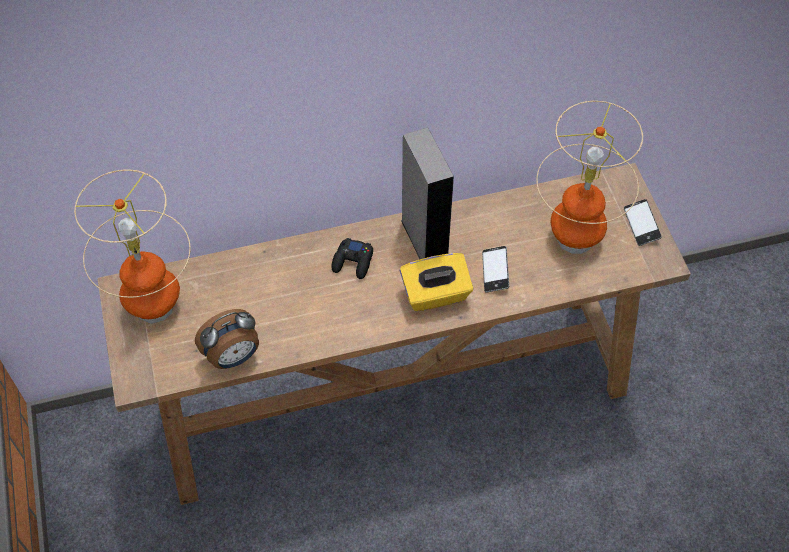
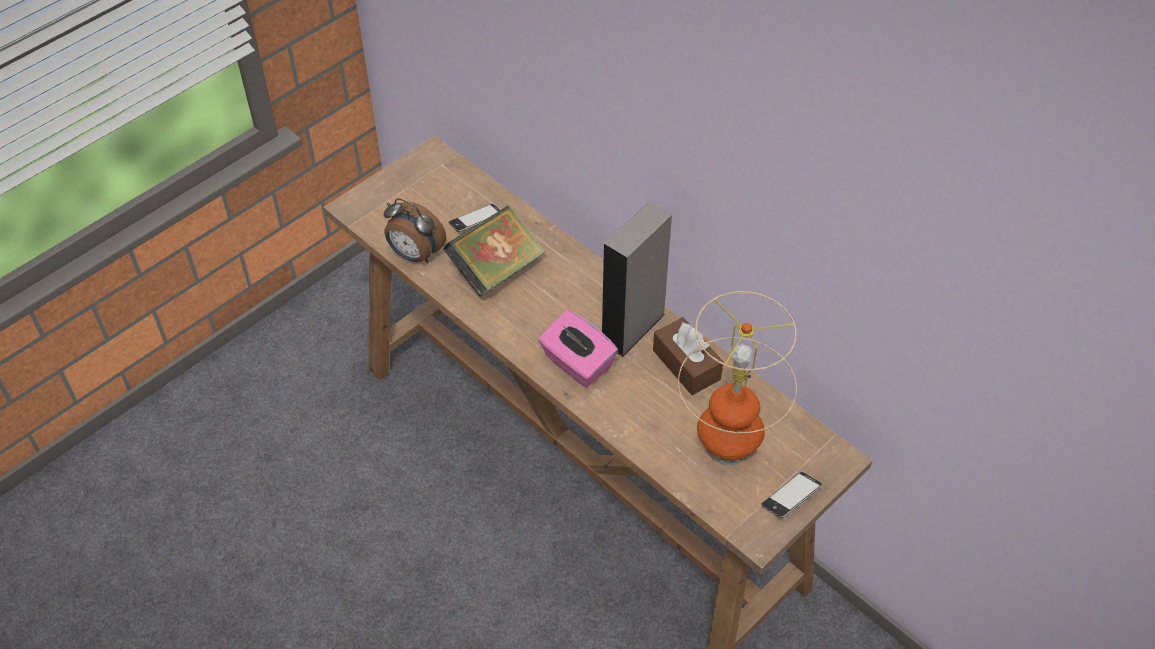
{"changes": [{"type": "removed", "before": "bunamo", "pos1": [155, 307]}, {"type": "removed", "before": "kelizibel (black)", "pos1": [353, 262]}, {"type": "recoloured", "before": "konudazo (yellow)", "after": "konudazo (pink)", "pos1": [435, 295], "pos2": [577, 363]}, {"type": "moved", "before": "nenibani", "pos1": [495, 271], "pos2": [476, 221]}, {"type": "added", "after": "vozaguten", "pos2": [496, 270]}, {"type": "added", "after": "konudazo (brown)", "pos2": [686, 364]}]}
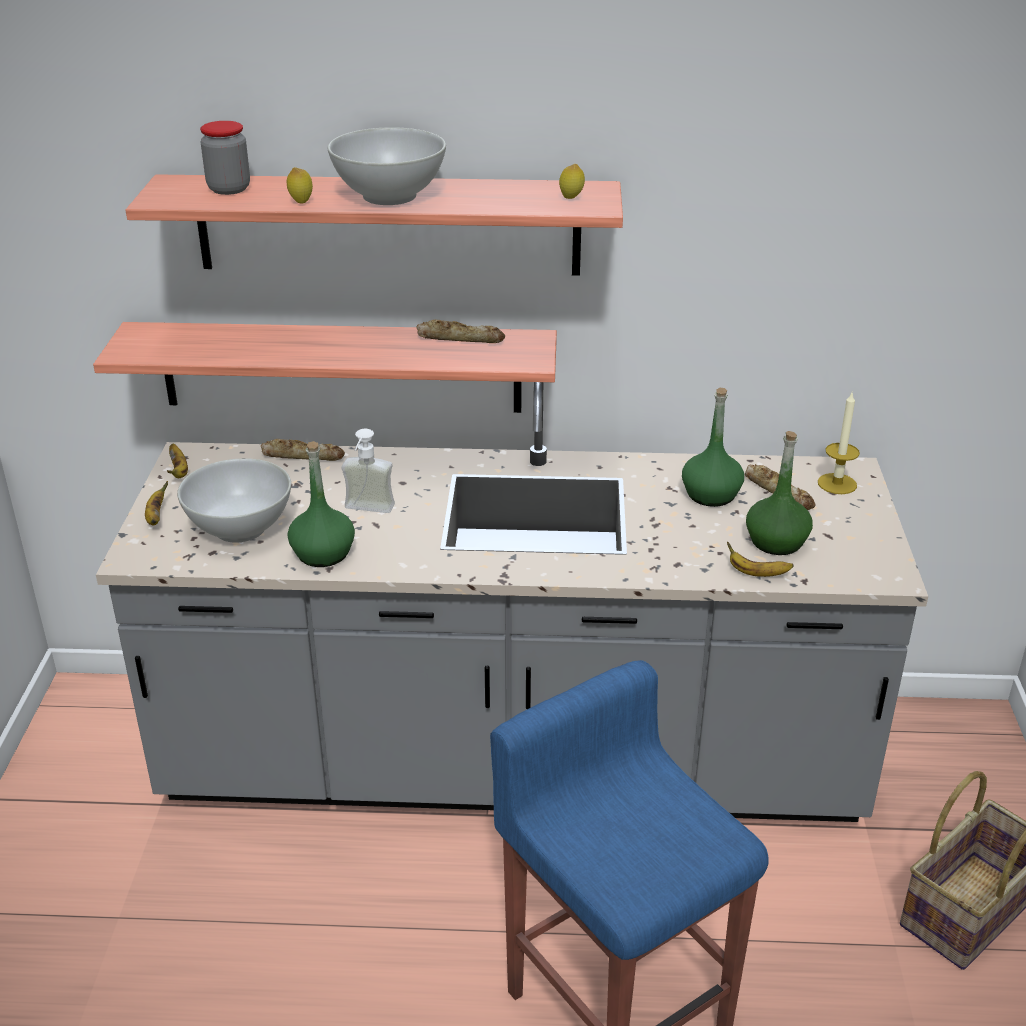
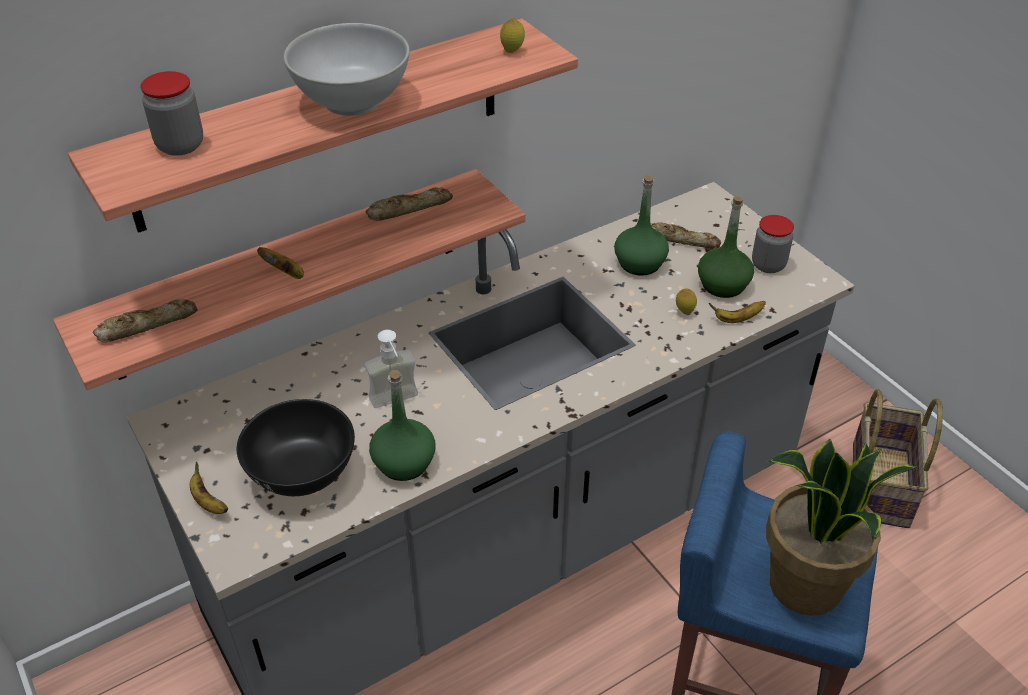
{"changes": [{"type": "moved", "before": "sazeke", "pos1": [179, 471], "pos2": [285, 272]}, {"type": "recoloured", "before": "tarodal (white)", "after": "tarodal (black)", "pos1": [241, 528], "pos2": [303, 474]}, {"type": "moved", "before": "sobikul", "pos1": [303, 456], "pos2": [147, 325]}, {"type": "moved", "before": "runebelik", "pos1": [301, 202], "pos2": [684, 312]}, {"type": "removed", "before": "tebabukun", "pos1": [837, 484]}, {"type": "added", "after": "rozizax", "pos2": [768, 265]}, {"type": "added", "after": "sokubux", "pos2": [805, 587]}]}
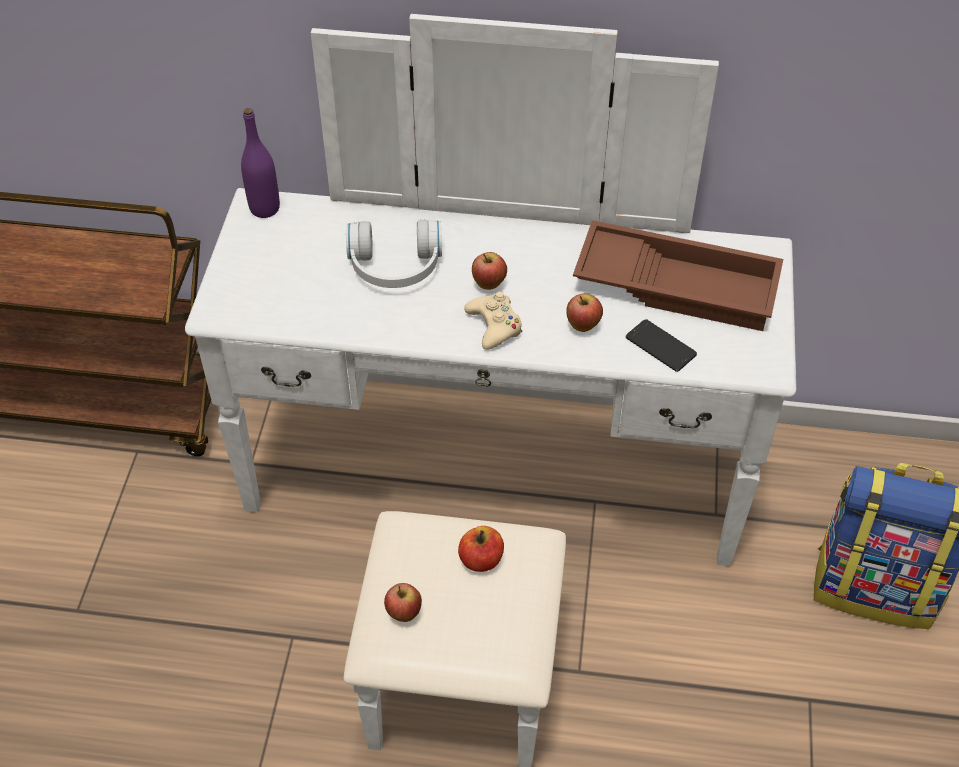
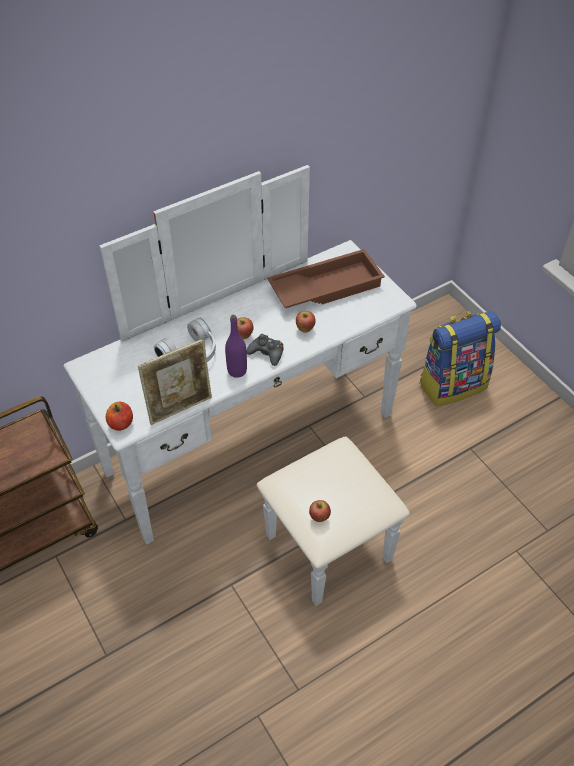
{"changes": [{"type": "moved", "before": "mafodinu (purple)", "pos1": [264, 208], "pos2": [237, 371]}, {"type": "moved", "before": "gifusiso", "pos1": [481, 559], "pos2": [121, 423]}, {"type": "recoloured", "before": "kelizibel (beige)", "after": "kelizibel (black)", "pos1": [494, 326], "pos2": [266, 353]}, {"type": "removed", "before": "nenibani", "pos1": [660, 346]}, {"type": "added", "after": "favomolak", "pos2": [180, 408]}]}
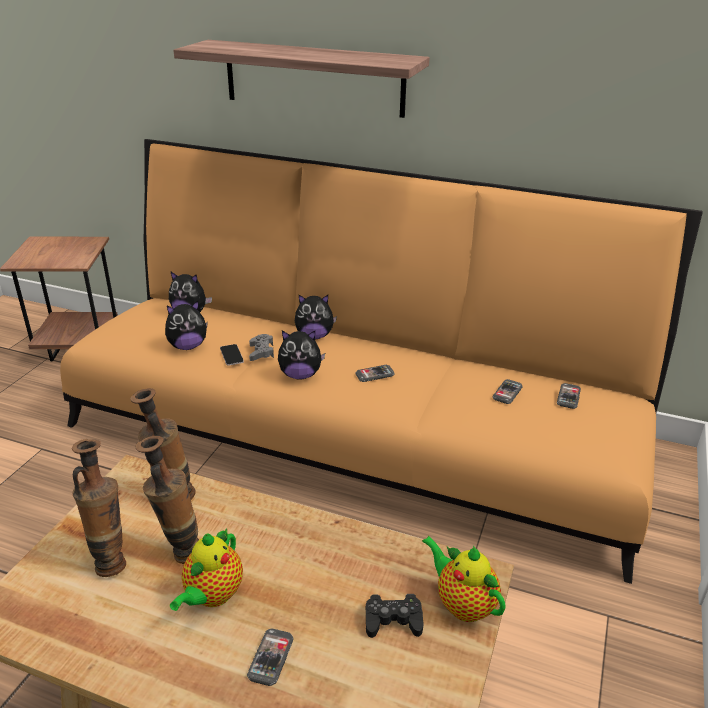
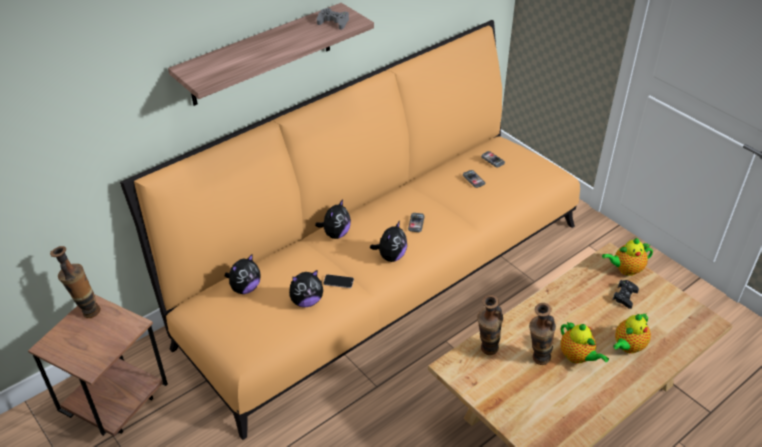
{"changes": [{"type": "moved", "before": "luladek", "pos1": [111, 560], "pos2": [86, 311]}, {"type": "turned", "before": "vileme", "pos1": [188, 346], "pos2": [306, 301], "turn": 60}, {"type": "replaced", "before": "nenibani", "after": "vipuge", "pos1": [271, 658], "pos2": [628, 347]}, {"type": "moved", "before": "kelizibel (grey)", "pos1": [261, 352], "pos2": [333, 22]}]}
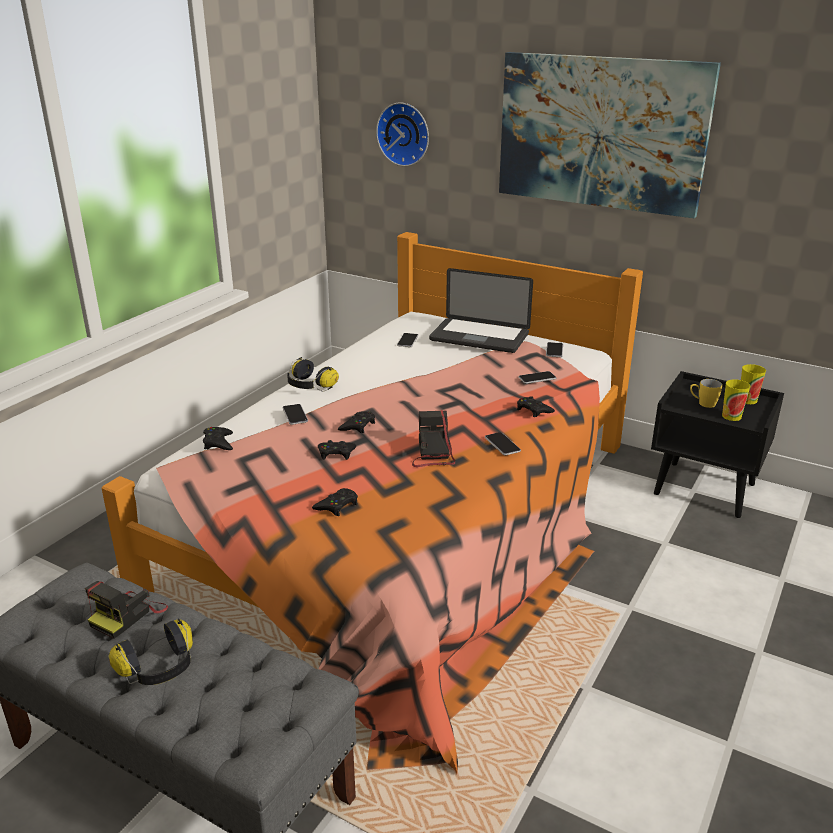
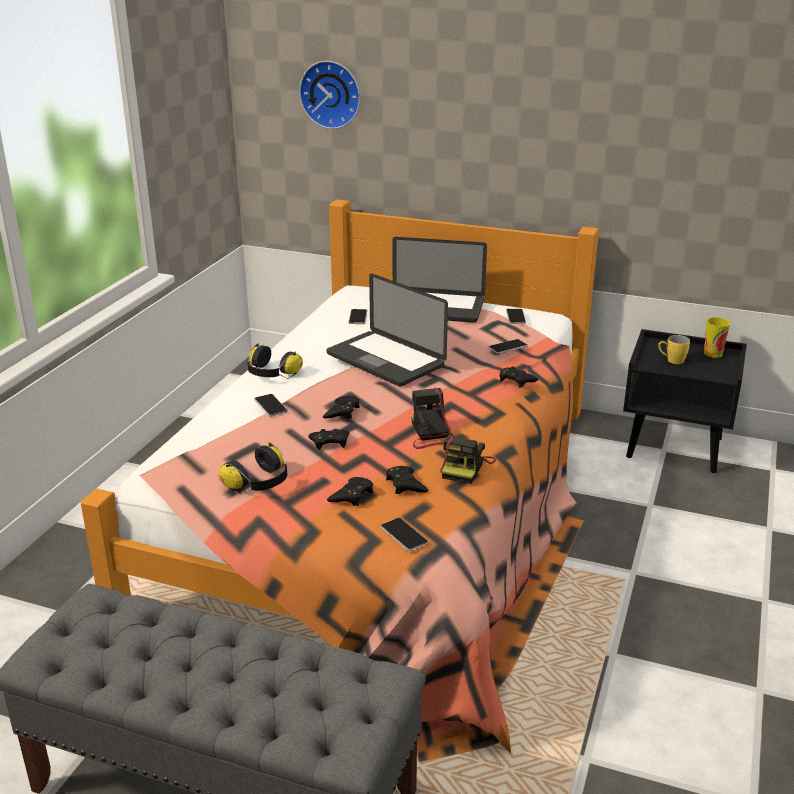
{"changes": [{"type": "moved", "before": "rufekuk", "pos1": [128, 615], "pos2": [466, 467]}, {"type": "moved", "before": "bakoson", "pos1": [160, 668], "pos2": [259, 483]}, {"type": "moved", "before": "kelizibel (black)", "pos1": [218, 443], "pos2": [405, 484]}, {"type": "moved", "before": "nenibani", "pos1": [502, 444], "pos2": [404, 535]}, {"type": "removed", "before": "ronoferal", "pos1": [601, 132]}, {"type": "removed", "before": "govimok", "pos1": [731, 416]}, {"type": "added", "after": "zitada", "pos2": [385, 360]}]}
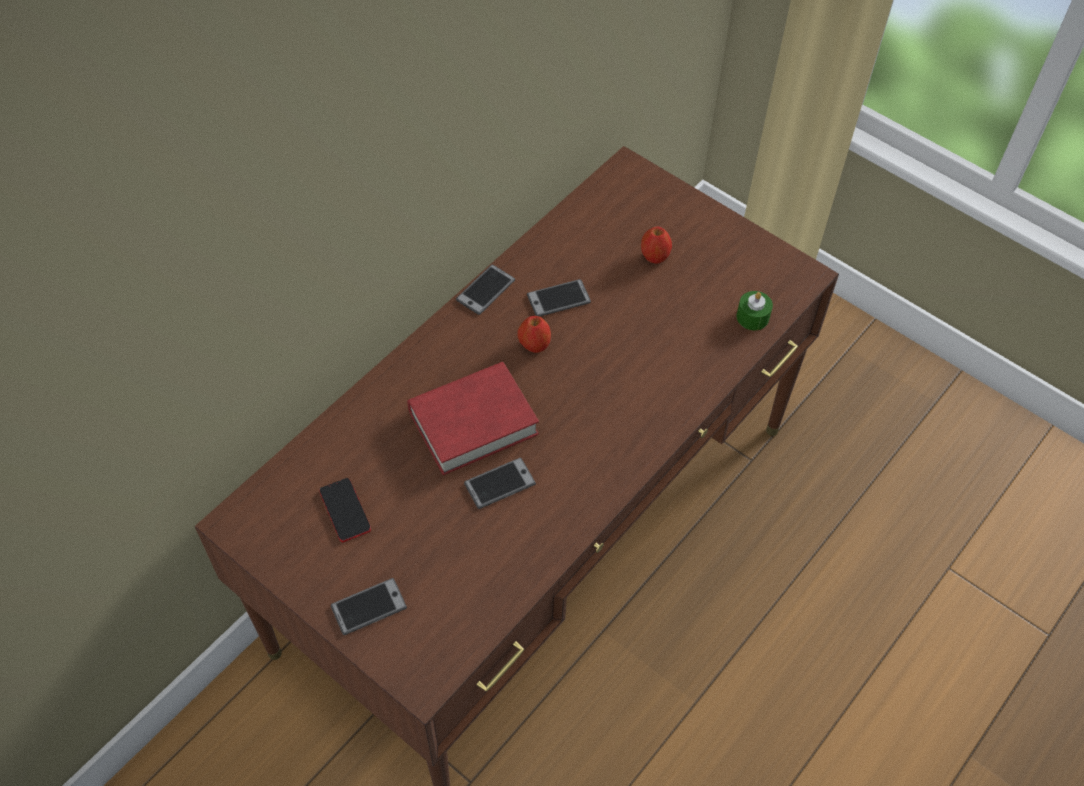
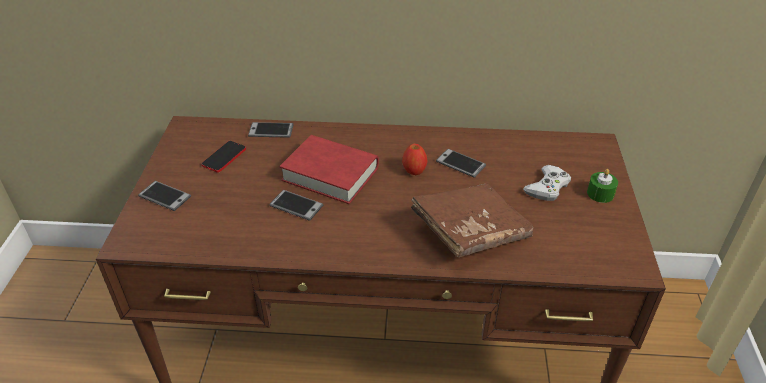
{"changes": [{"type": "moved", "before": "nenibani", "pos1": [485, 290], "pos2": [271, 130]}, {"type": "replaced", "before": "gifusiso", "after": "kelizibel (white)", "pos1": [654, 256], "pos2": [547, 187]}, {"type": "moved", "before": "tebabukun (green)", "pos1": [752, 317], "pos2": [600, 193]}, {"type": "added", "after": "vozaguten (brown)", "pos2": [470, 232]}]}
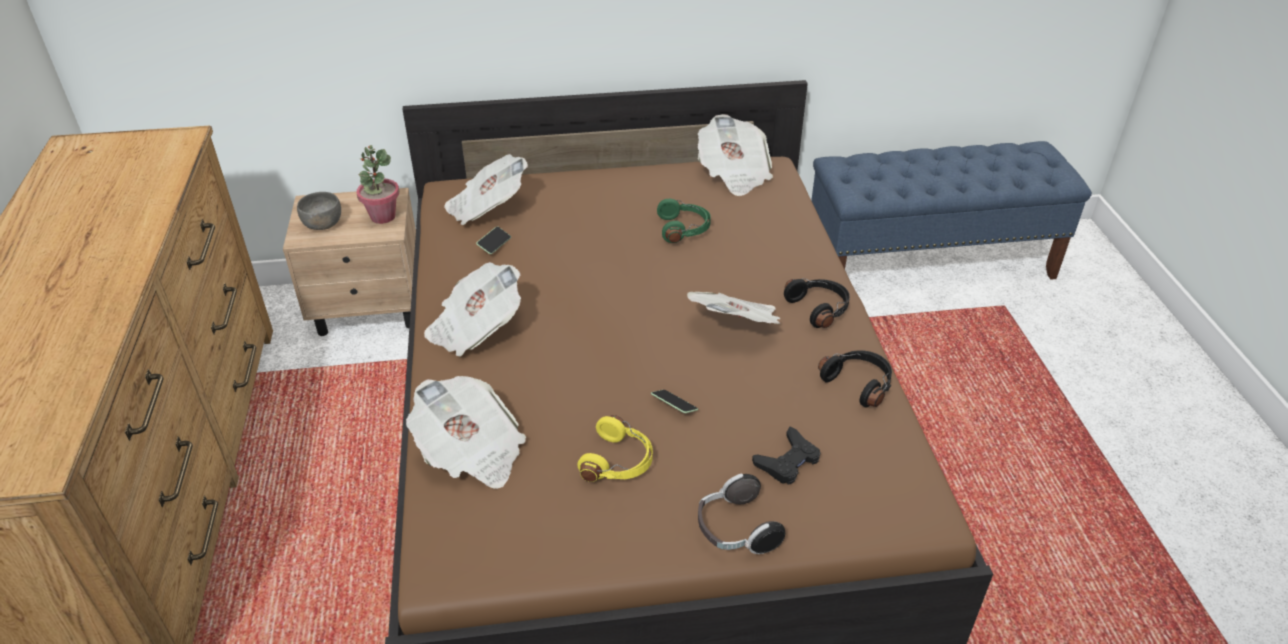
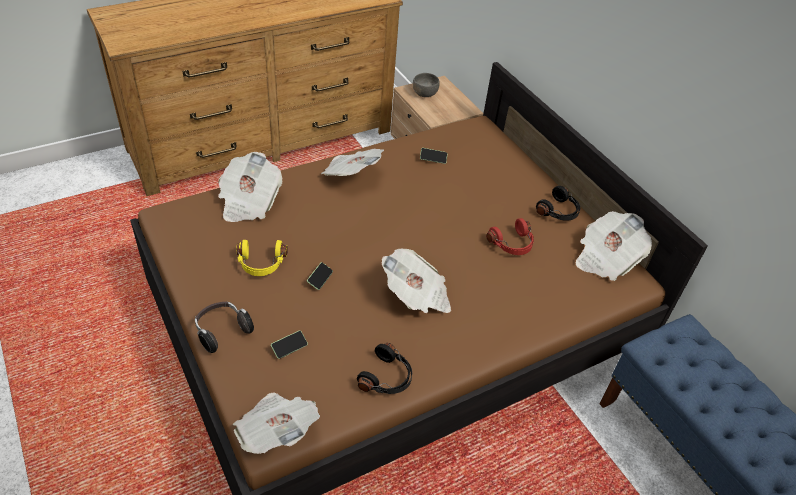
{"changes": [{"type": "removed", "before": "sokubux", "pos1": [382, 216]}, {"type": "moved", "before": "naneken", "pos1": [487, 208], "pos2": [276, 432]}, {"type": "recoloured", "before": "bakoson (green)", "after": "bakoson (red)", "pos1": [684, 229], "pos2": [512, 244]}, {"type": "replaced", "before": "kelizibel (black)", "after": "nenibani", "pos1": [788, 461], "pos2": [289, 347]}, {"type": "moved", "before": "bakoson (black)", "pos1": [819, 308], "pos2": [559, 212]}]}
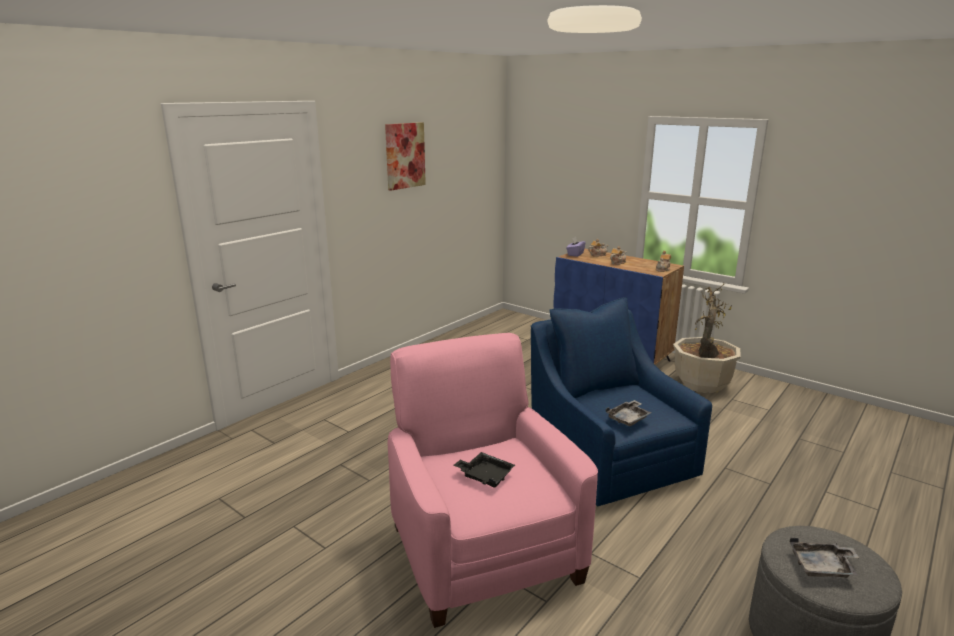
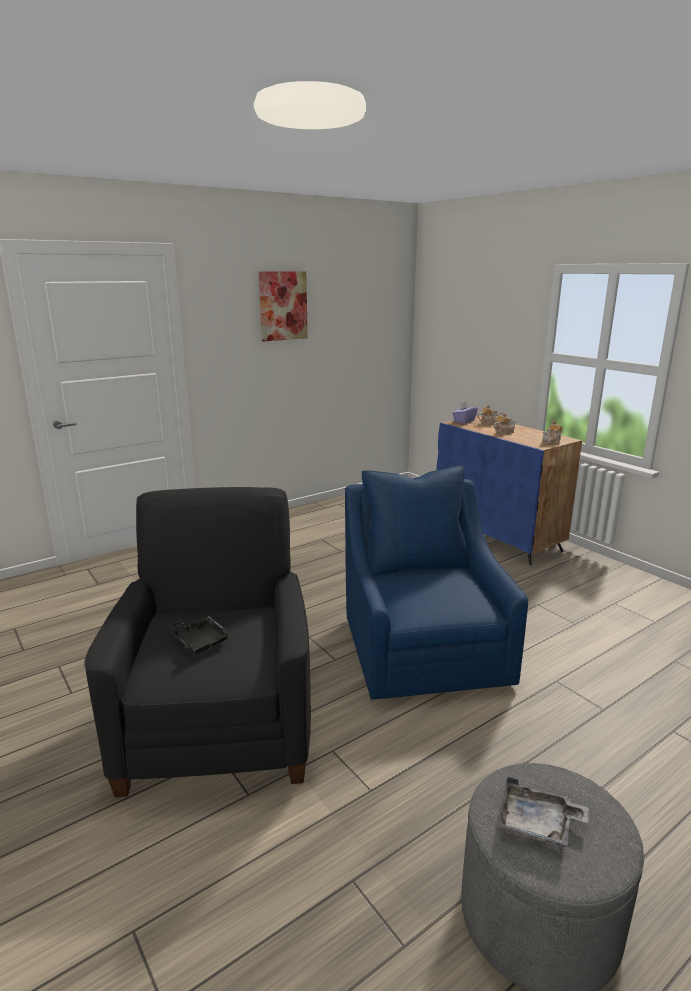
{"changes": [{"type": "recoloured", "before": "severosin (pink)", "after": "severosin (black)", "pos1": [483, 551], "pos2": [219, 725]}, {"type": "removed", "before": "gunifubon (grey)", "pos1": [628, 418]}, {"type": "removed", "before": "sokubux", "pos1": [701, 384]}]}
